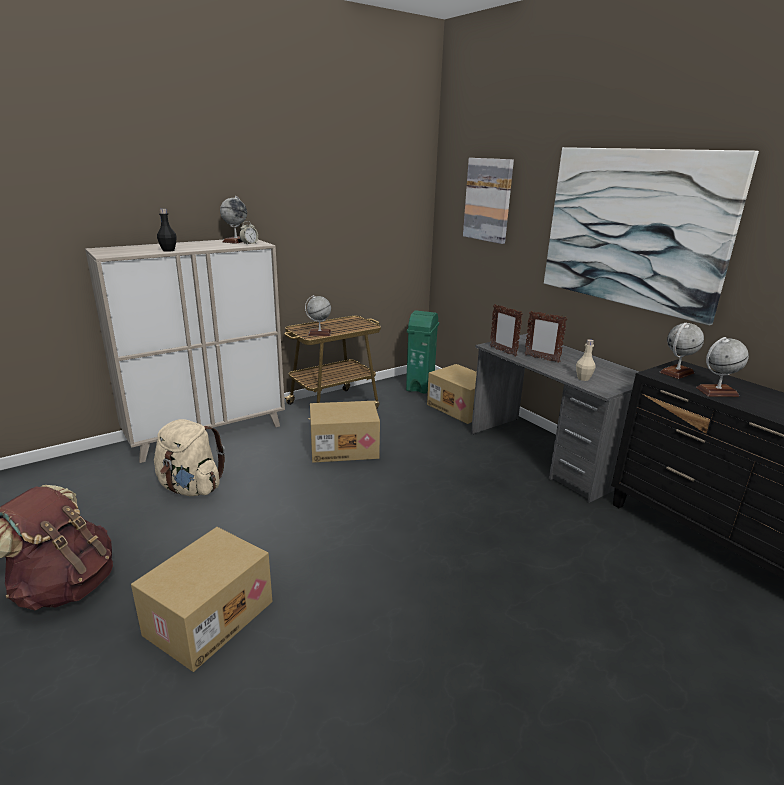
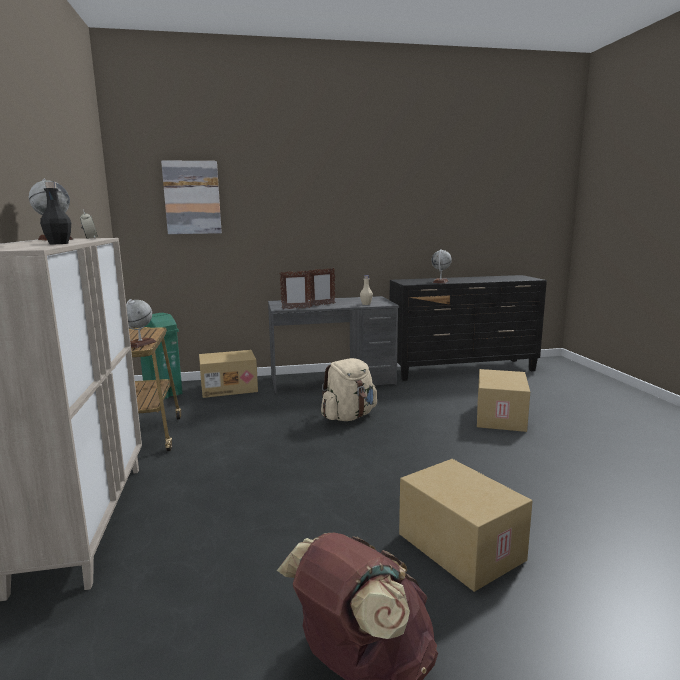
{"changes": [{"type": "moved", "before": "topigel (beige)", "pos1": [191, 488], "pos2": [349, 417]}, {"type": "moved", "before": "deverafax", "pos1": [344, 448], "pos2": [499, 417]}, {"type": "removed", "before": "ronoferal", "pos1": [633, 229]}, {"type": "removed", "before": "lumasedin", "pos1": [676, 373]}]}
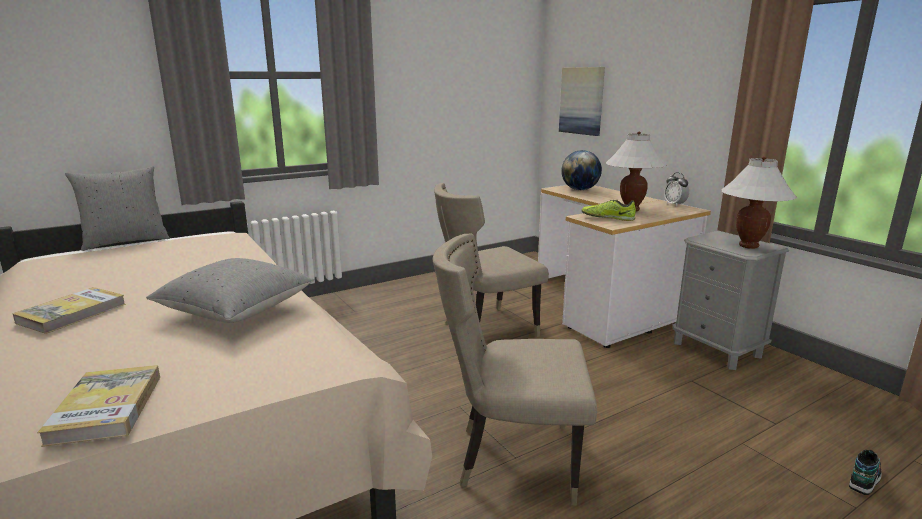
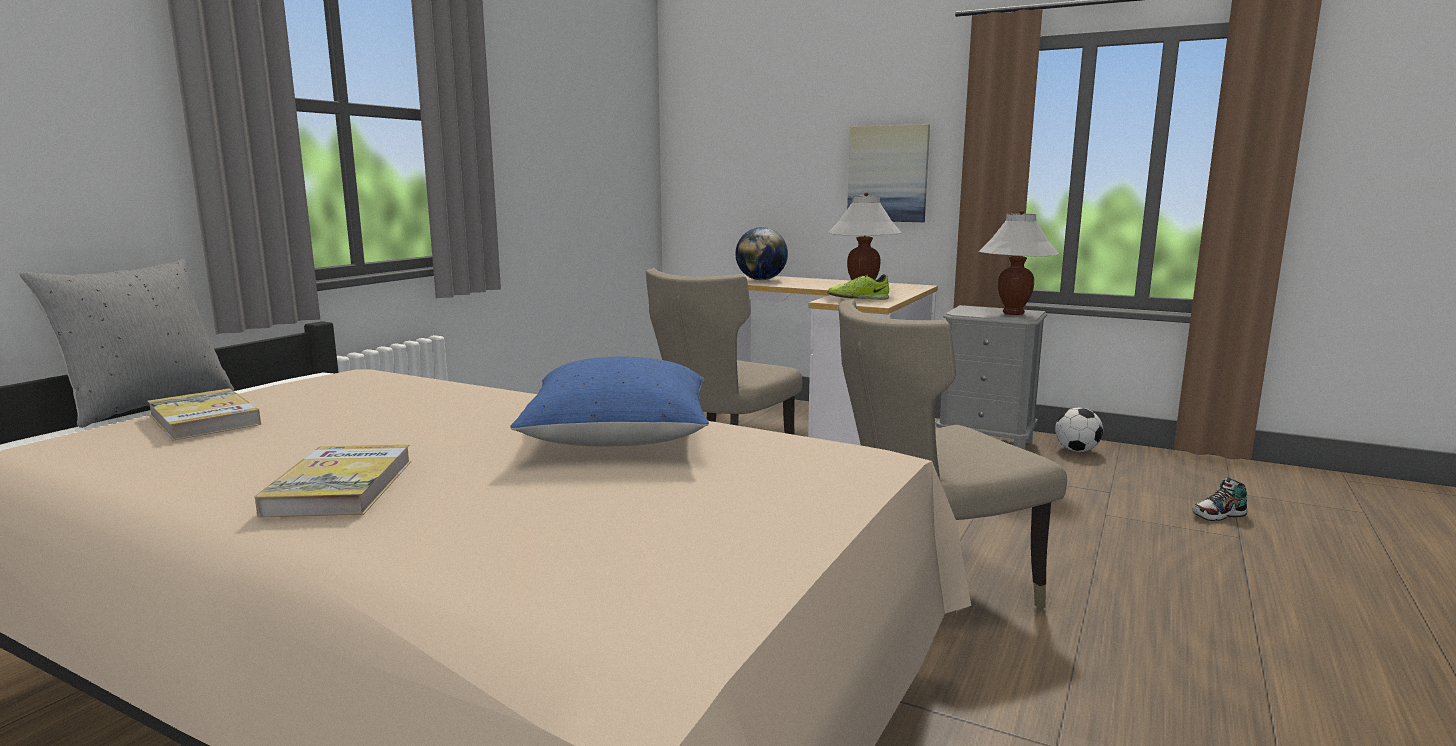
{"changes": [{"type": "moved", "before": "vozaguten", "pos1": [107, 408], "pos2": [204, 420]}, {"type": "recoloured", "before": "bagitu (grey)", "after": "bagitu (blue)", "pos1": [237, 311], "pos2": [618, 438]}, {"type": "moved", "before": "ronoferal", "pos1": [582, 101], "pos2": [888, 174]}, {"type": "removed", "before": "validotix", "pos1": [674, 205]}, {"type": "turned", "before": "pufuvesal", "pos1": [863, 479], "pos2": [1218, 515], "turn": -120}, {"type": "added", "after": "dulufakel", "pos2": [1076, 450]}]}
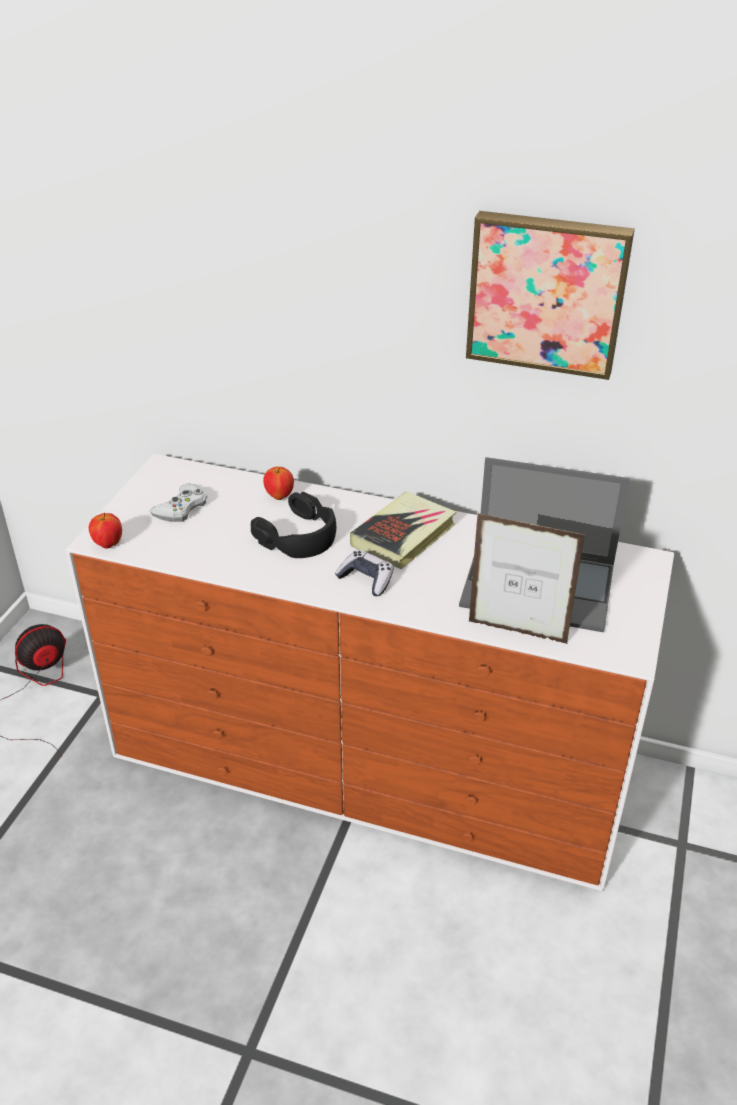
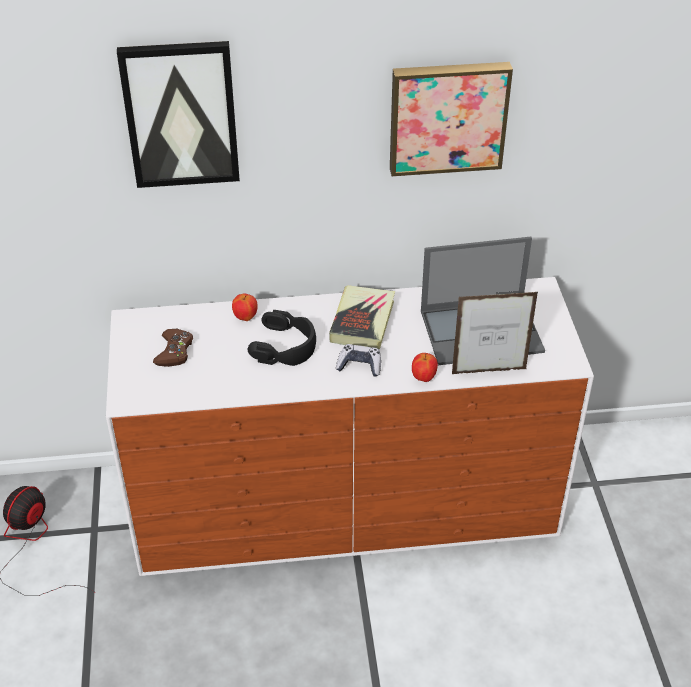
{"changes": [{"type": "moved", "before": "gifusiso", "pos1": [108, 544], "pos2": [423, 378]}, {"type": "recoloured", "before": "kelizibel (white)", "after": "kelizibel (brown)", "pos1": [181, 508], "pos2": [174, 351]}, {"type": "added", "after": "ronoferal", "pos2": [181, 114]}]}
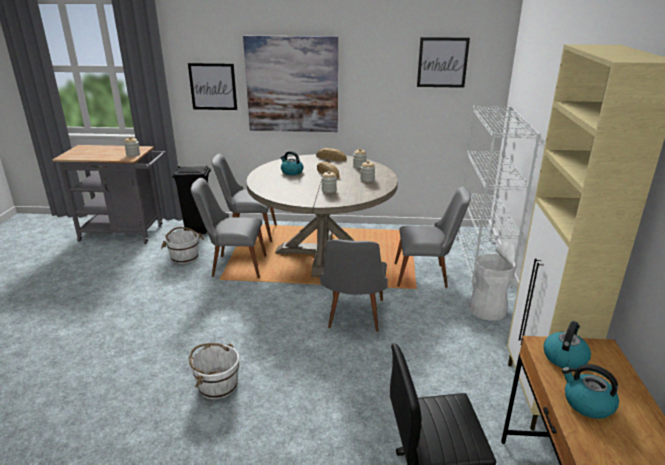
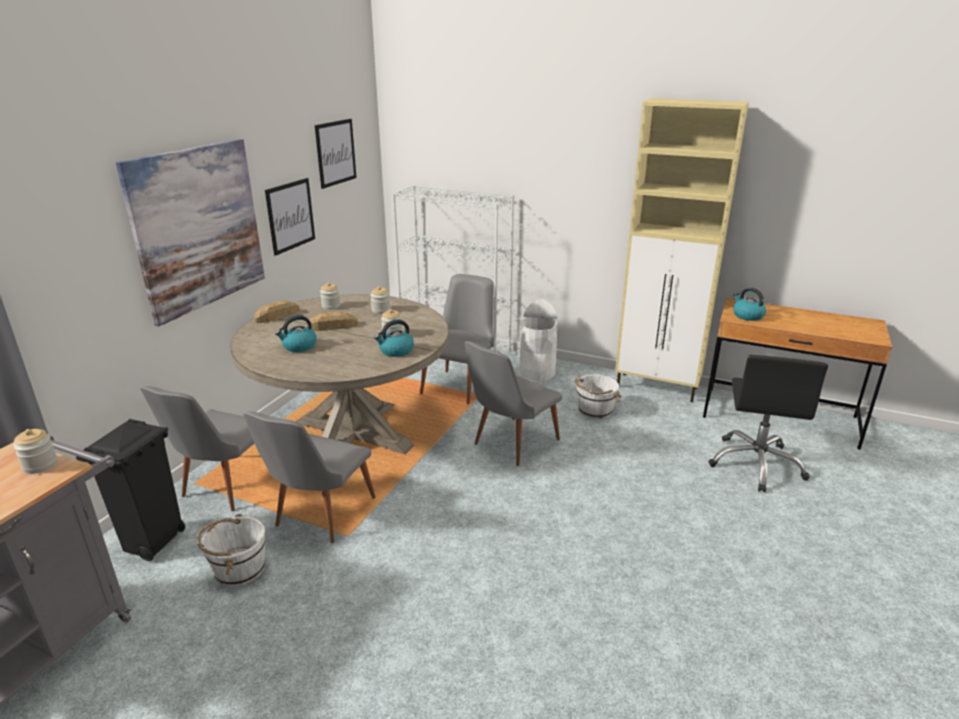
{"changes": [{"type": "moved", "before": "ronoferal", "pos1": [213, 86], "pos2": [290, 215]}, {"type": "moved", "before": "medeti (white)", "pos1": [217, 385], "pos2": [594, 410]}, {"type": "turned", "before": "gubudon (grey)", "pos1": [353, 317], "pos2": [509, 444], "turn": 105}, {"type": "moved", "before": "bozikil", "pos1": [587, 403], "pos2": [396, 351]}]}
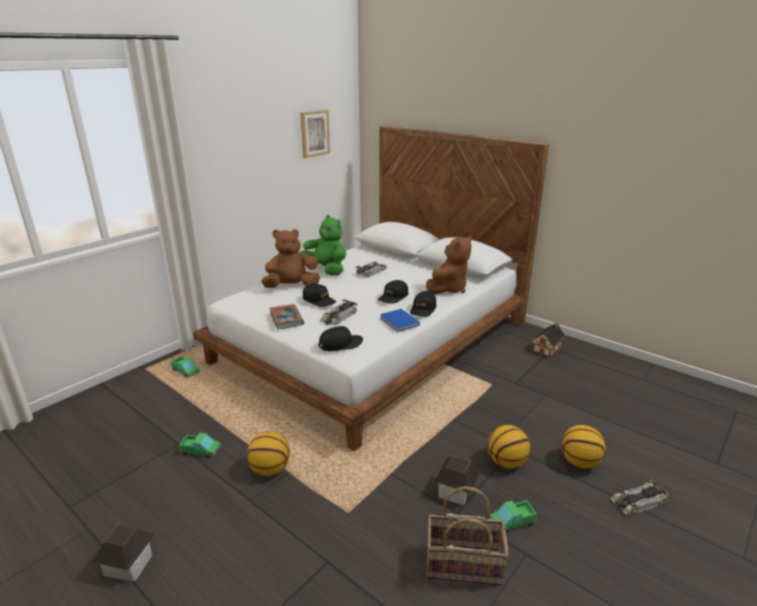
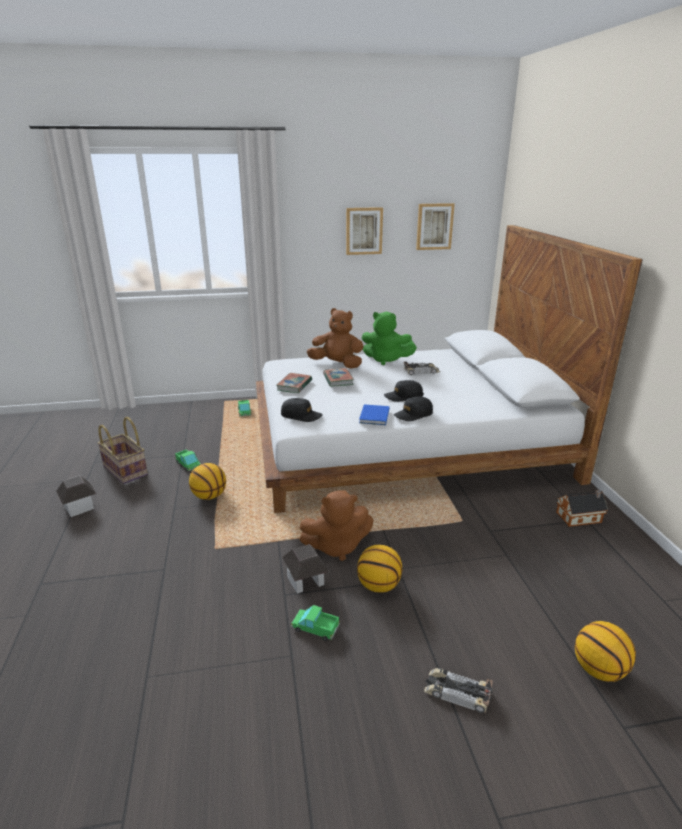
{"changes": [{"type": "turned", "before": "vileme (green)", "pos1": [326, 270], "pos2": [386, 360], "turn": 120}, {"type": "replaced", "before": "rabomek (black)", "after": "vozaguten", "pos1": [319, 300], "pos2": [338, 380]}, {"type": "removed", "before": "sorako", "pos1": [338, 317]}, {"type": "moved", "before": "vileme (brown)", "pos1": [448, 289], "pos2": [336, 546]}, {"type": "moved", "before": "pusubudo", "pos1": [464, 564], "pos2": [126, 470]}, {"type": "moved", "before": "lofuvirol", "pos1": [579, 462], "pos2": [599, 670]}, {"type": "added", "after": "ronoferal", "pos2": [364, 231]}]}
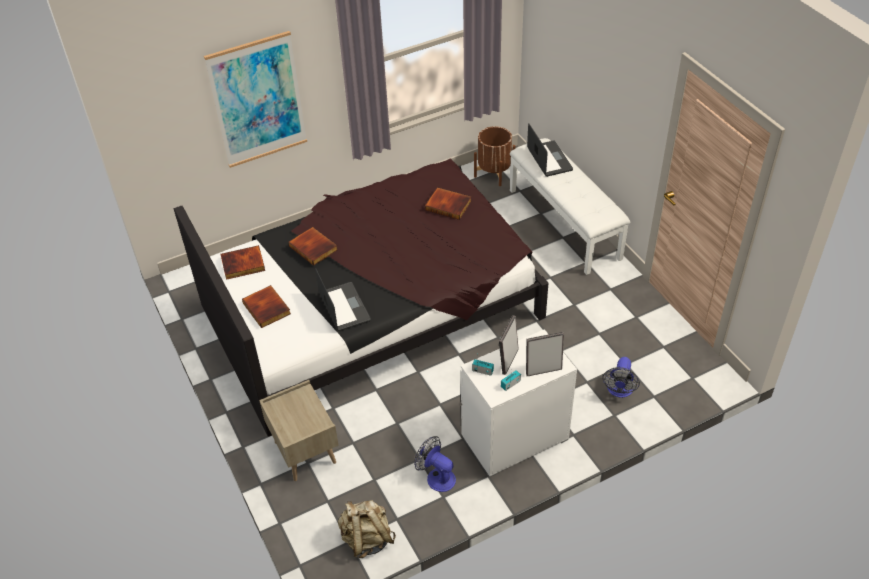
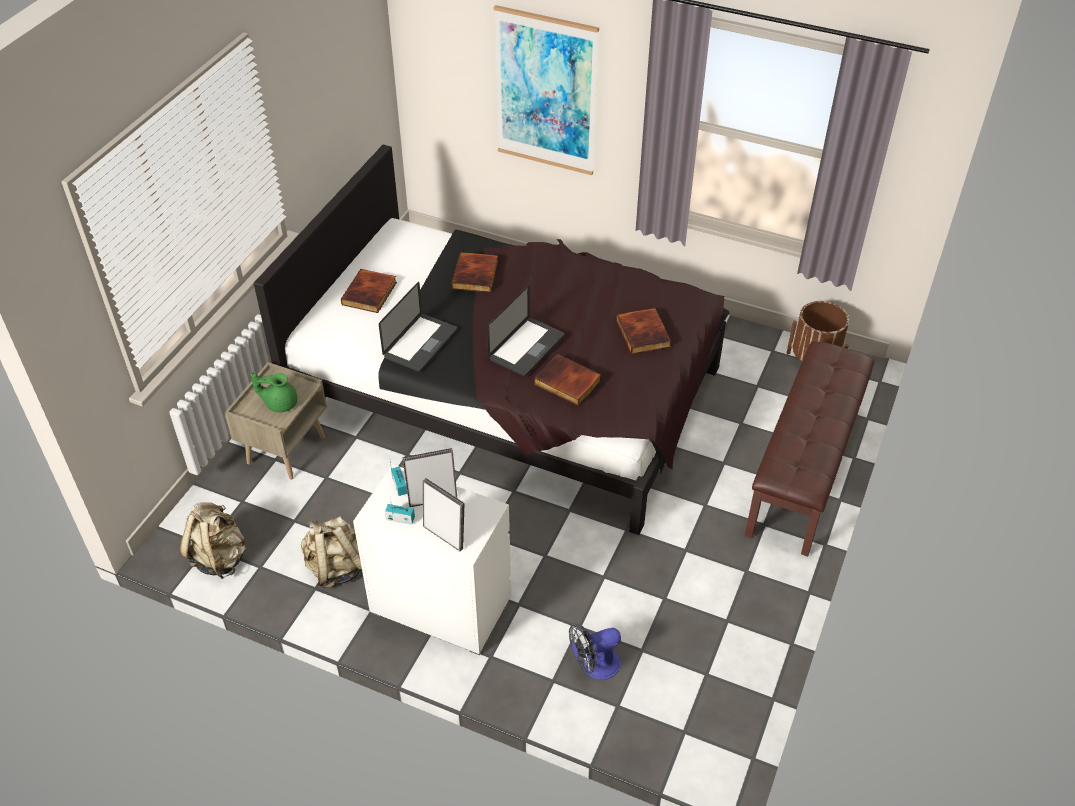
{"changes": [{"type": "moved", "before": "vozaguten", "pos1": [243, 265], "pos2": [566, 383]}, {"type": "replaced", "before": "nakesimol", "after": "topigel (beige)", "pos1": [436, 476], "pos2": [336, 568]}, {"type": "recoloured", "before": "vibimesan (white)", "after": "vibimesan (brown)", "pos1": [565, 223], "pos2": [805, 470]}, {"type": "moved", "before": "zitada", "pos1": [549, 159], "pos2": [526, 348]}, {"type": "added", "after": "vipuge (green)", "pos2": [280, 403]}]}
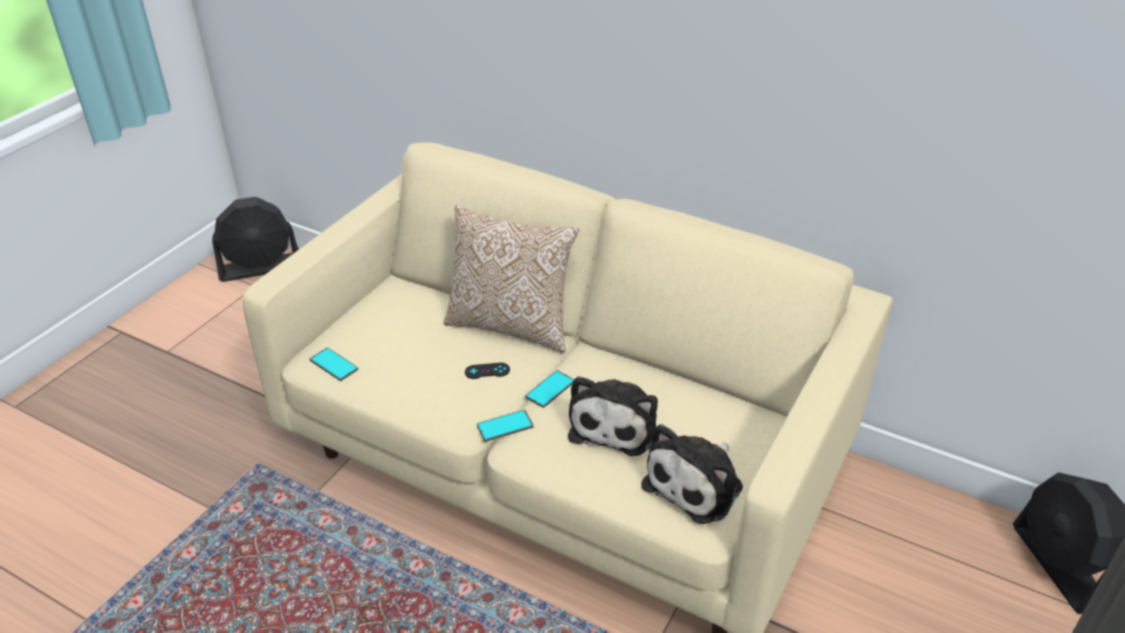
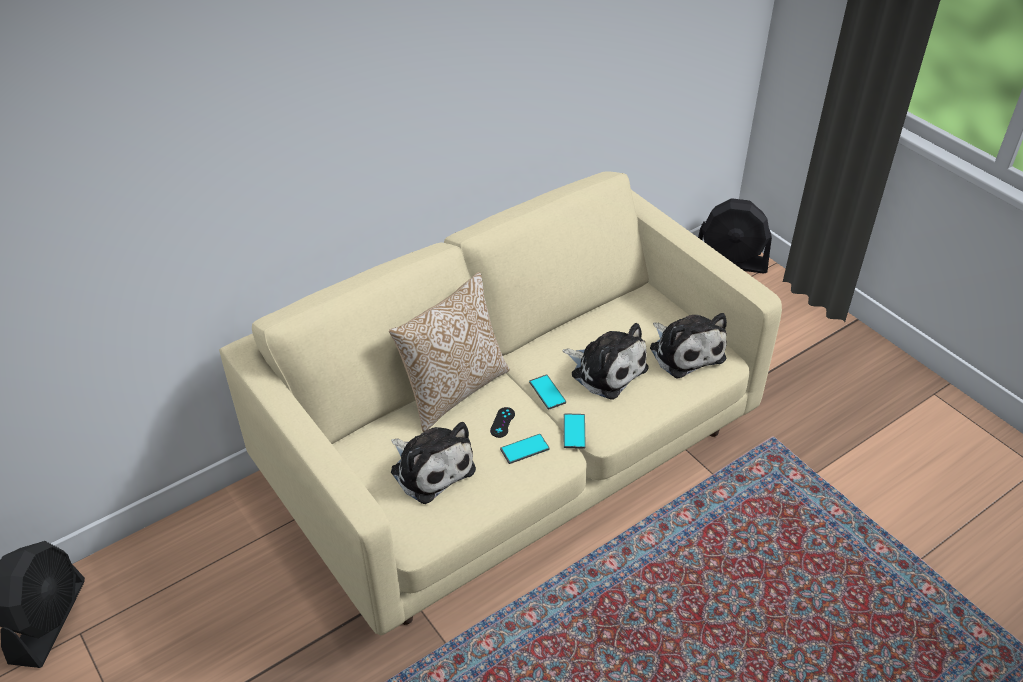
{"changes": [{"type": "moved", "before": "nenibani", "pos1": [333, 365], "pos2": [524, 449]}, {"type": "added", "after": "vileme", "pos2": [430, 468]}]}
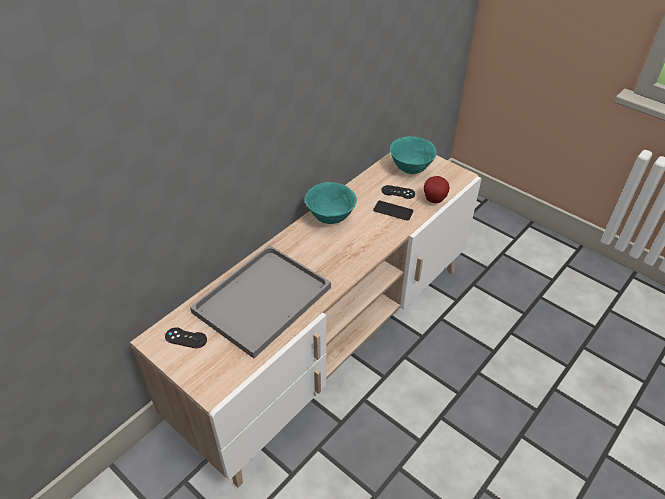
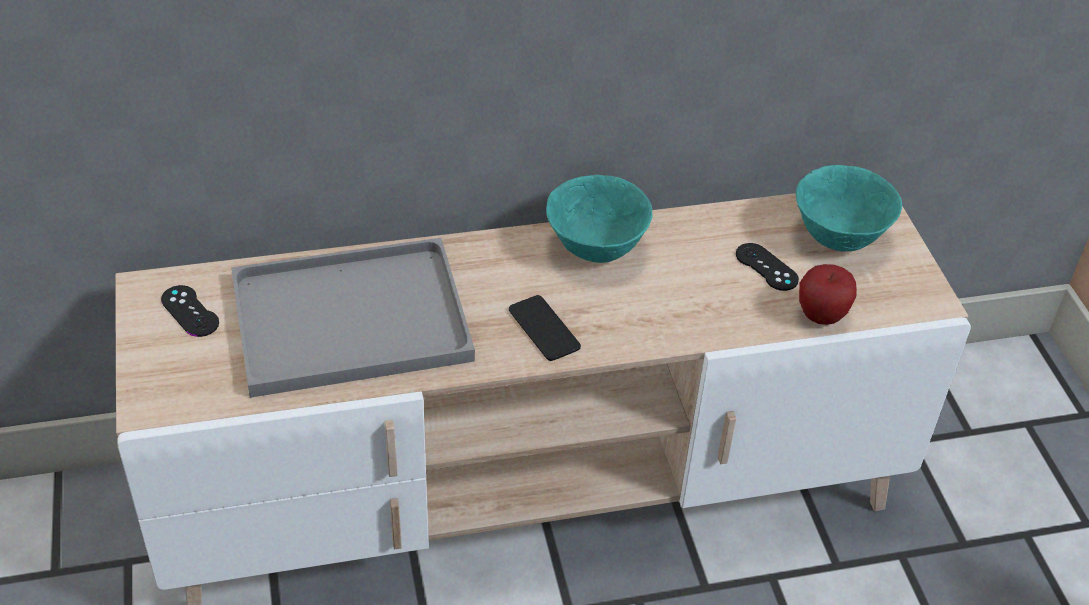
{"changes": [{"type": "moved", "before": "nenibani", "pos1": [393, 211], "pos2": [544, 329]}]}
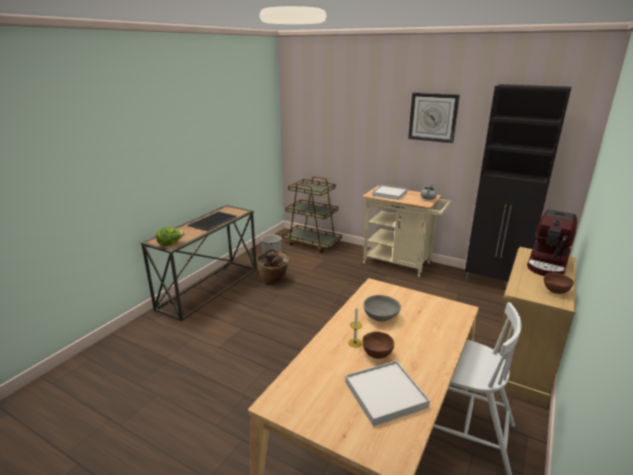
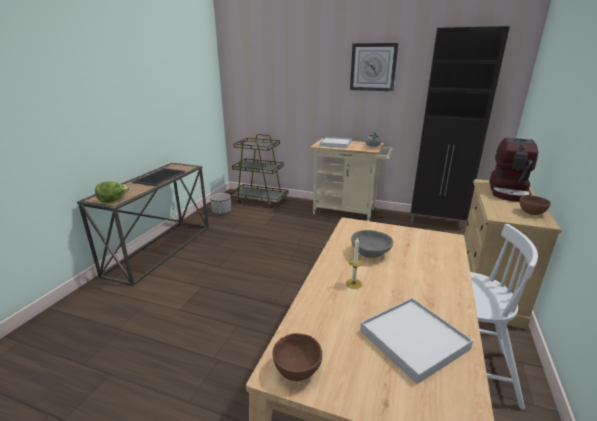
{"changes": [{"type": "removed", "before": "pusubudo", "pos1": [274, 279]}, {"type": "moved", "before": "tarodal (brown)", "pos1": [377, 354], "pos2": [297, 369]}]}
